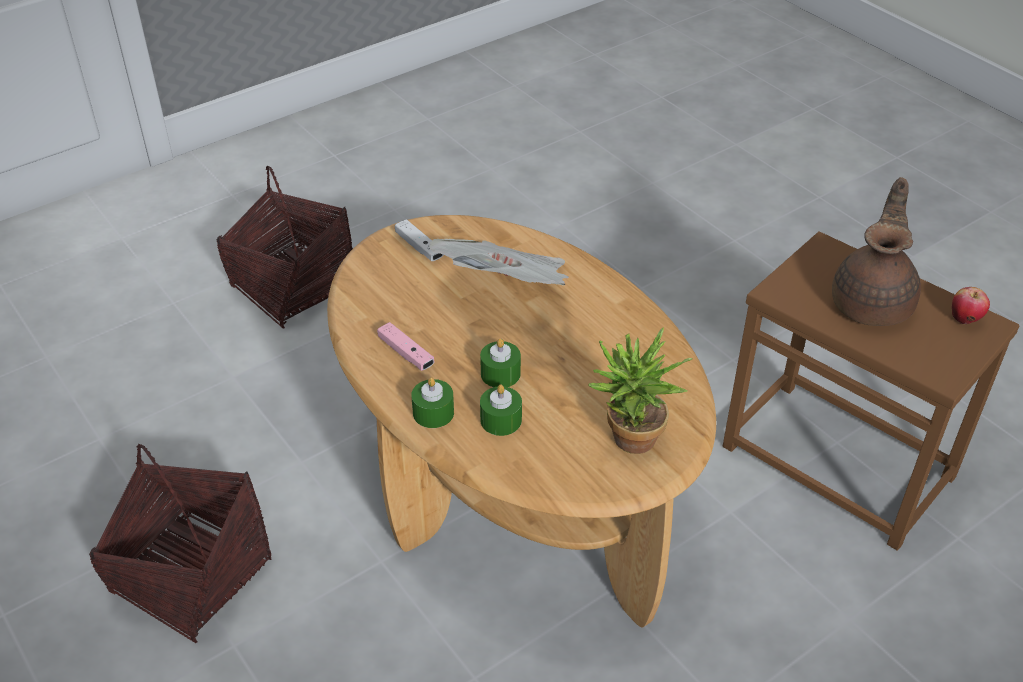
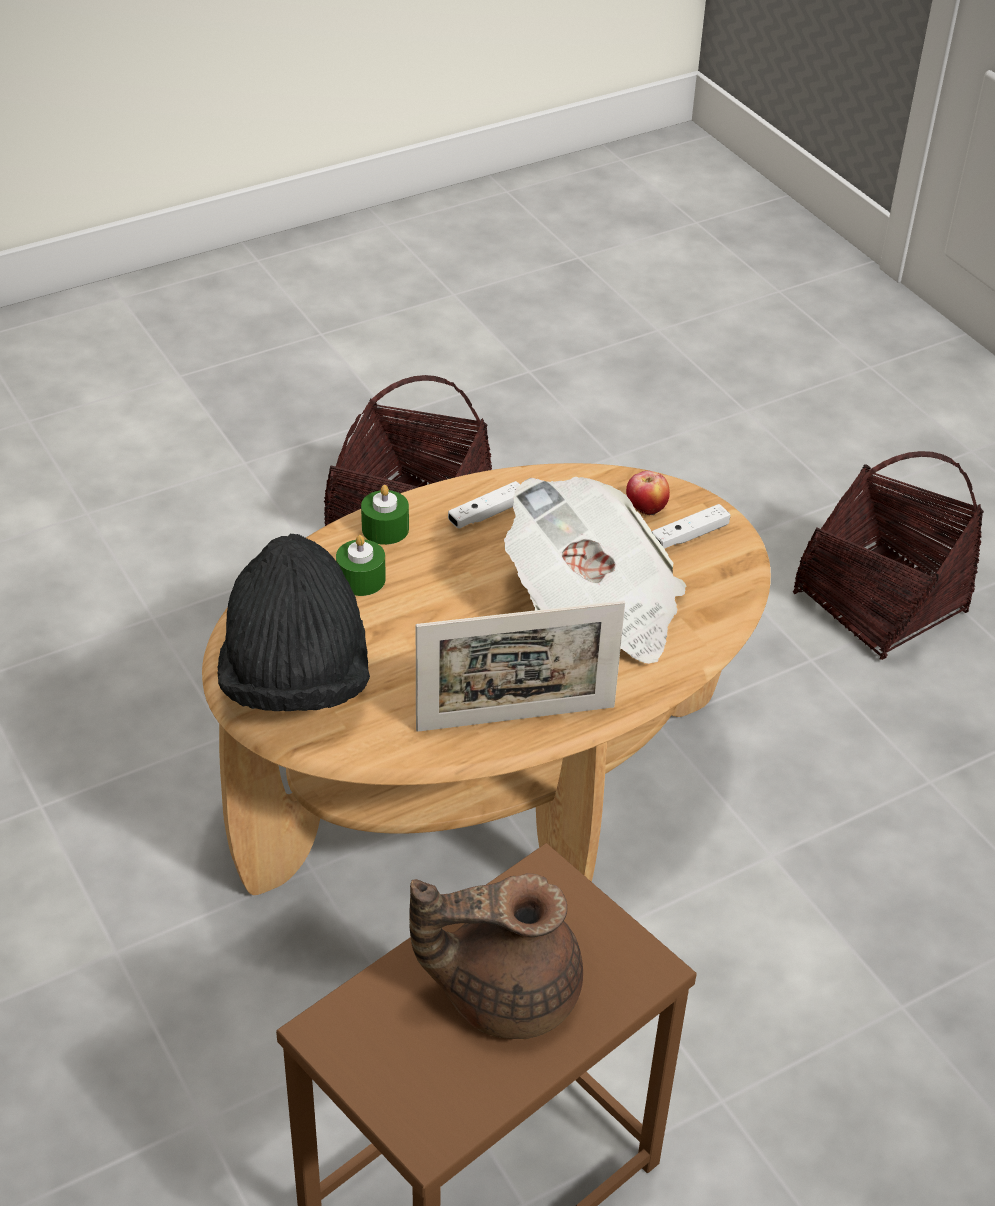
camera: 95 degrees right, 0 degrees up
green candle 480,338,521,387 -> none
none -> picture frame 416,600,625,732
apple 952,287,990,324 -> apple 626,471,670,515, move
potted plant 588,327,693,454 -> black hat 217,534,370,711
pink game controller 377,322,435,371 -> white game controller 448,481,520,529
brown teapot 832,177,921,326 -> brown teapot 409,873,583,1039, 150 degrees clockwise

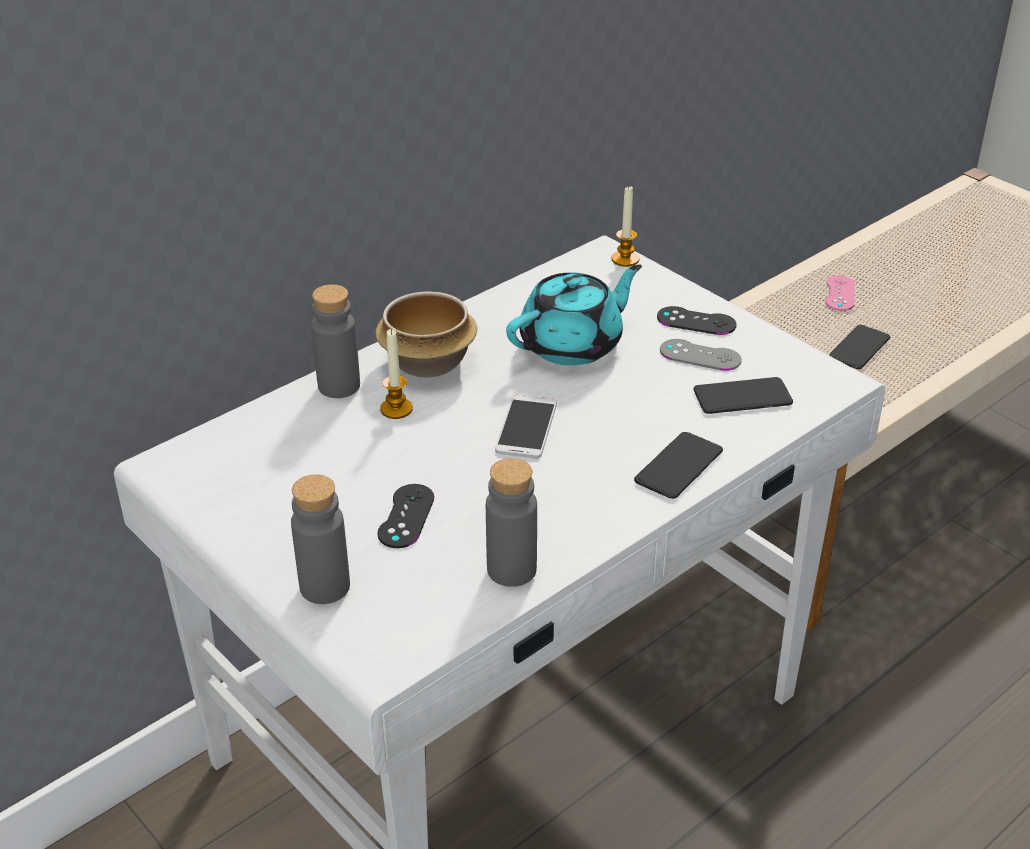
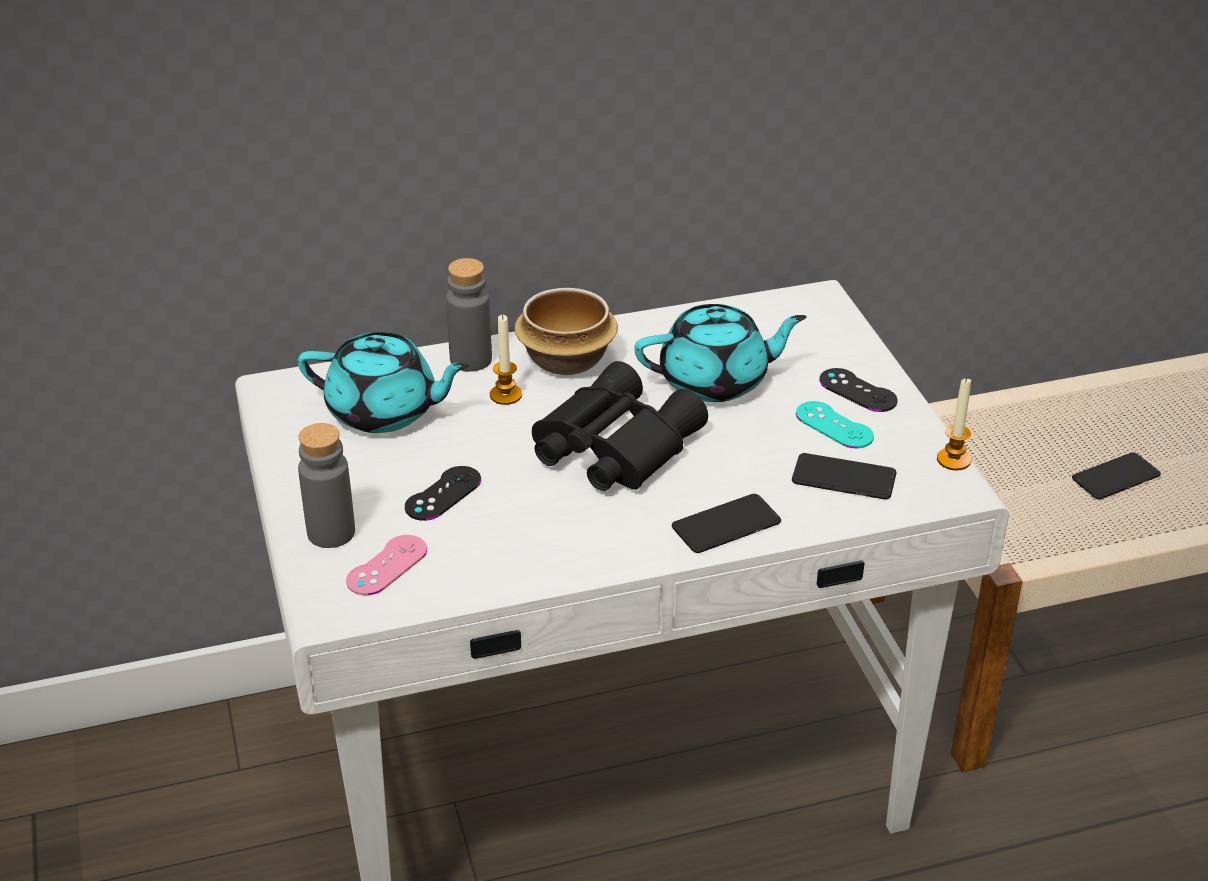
camera: 25 degrees right, 0 degrees up
grey bottle 486,458,537,587 -> none
none -> turquoise teapot 298,332,469,433
candle 611,186,640,267 -> candle 937,378,971,471, move
pink game controller 825,275,855,311 -> pink game controller 346,535,427,595, move
phone 495,395,557,458 -> black binoculars 532,361,708,491
grey game controller 660,339,742,371 -> turquoise game controller 796,401,874,449

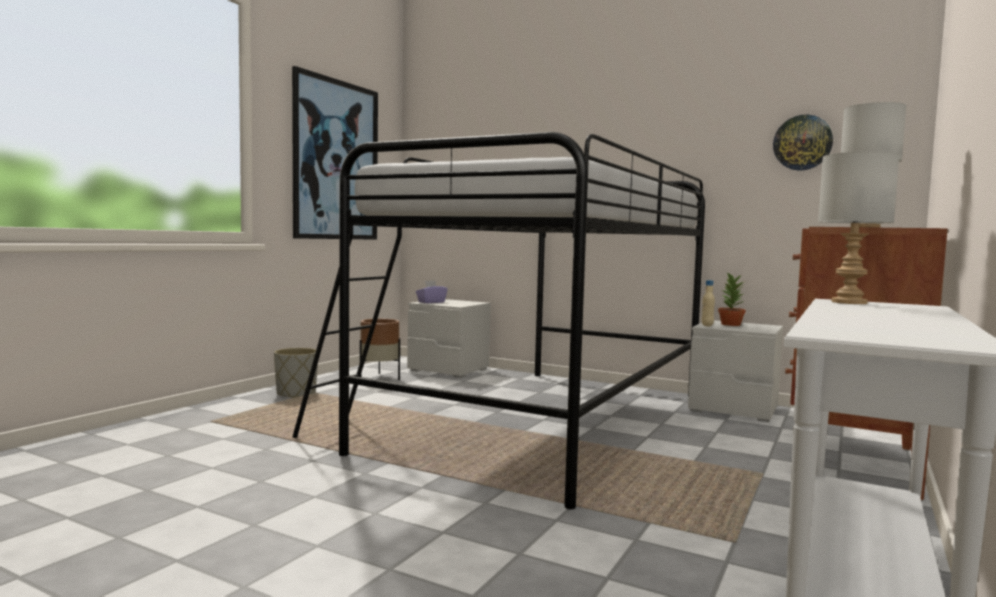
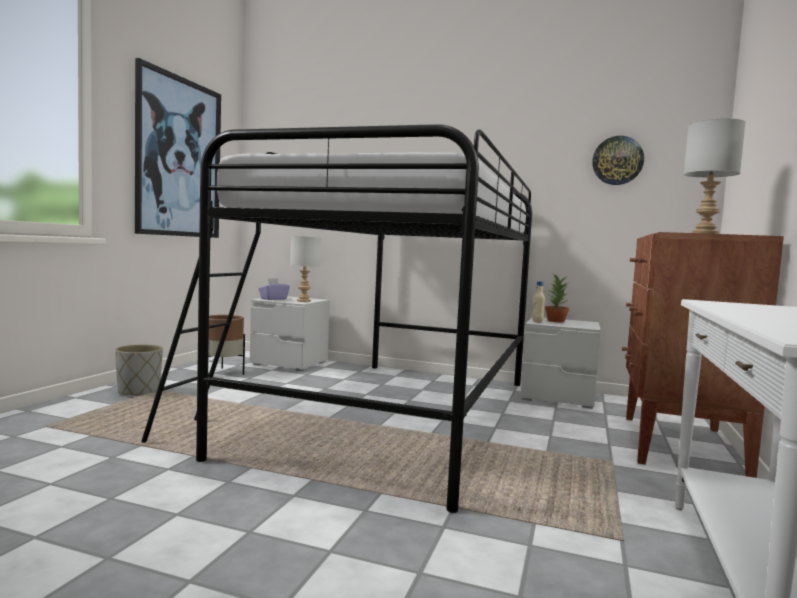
camera: 10 degrees left, 0 degrees up
grey table lamp 818,151,900,304 -> grey table lamp 290,236,321,302, move

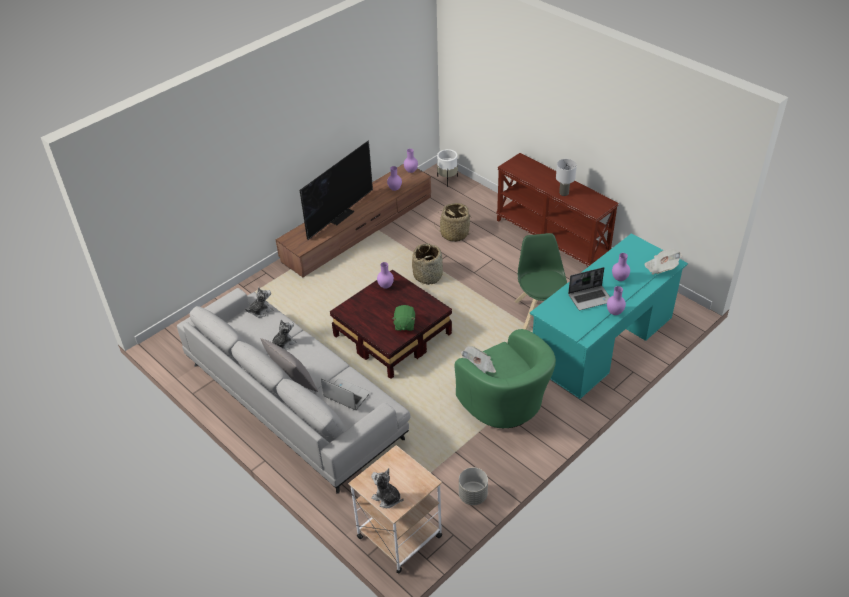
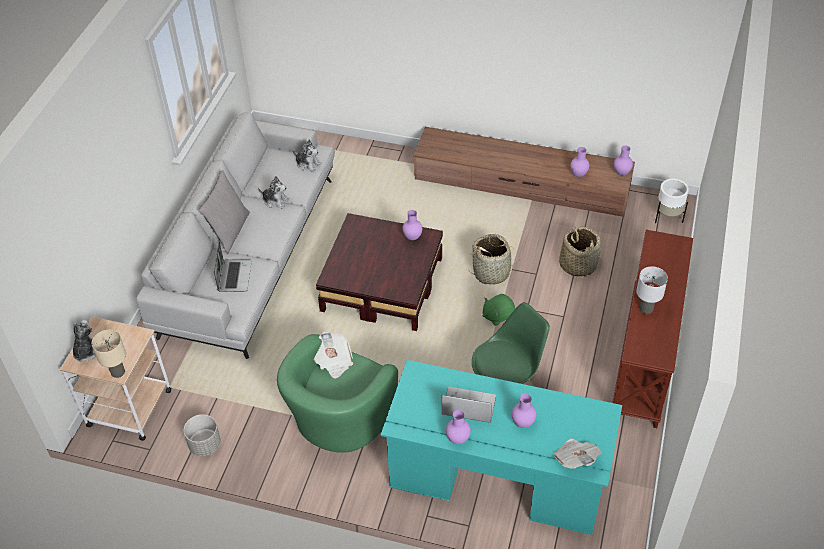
camera: 60 degrees right, 5 degrees up
television 300,140,373,240 -> none
none -> beige table lamp 92,330,126,378
green plush toy 392,305,415,331 -> green plush toy 482,294,515,326, move
laptop 568,267,610,310 -> laptop 442,387,496,423, 150 degrees clockwise

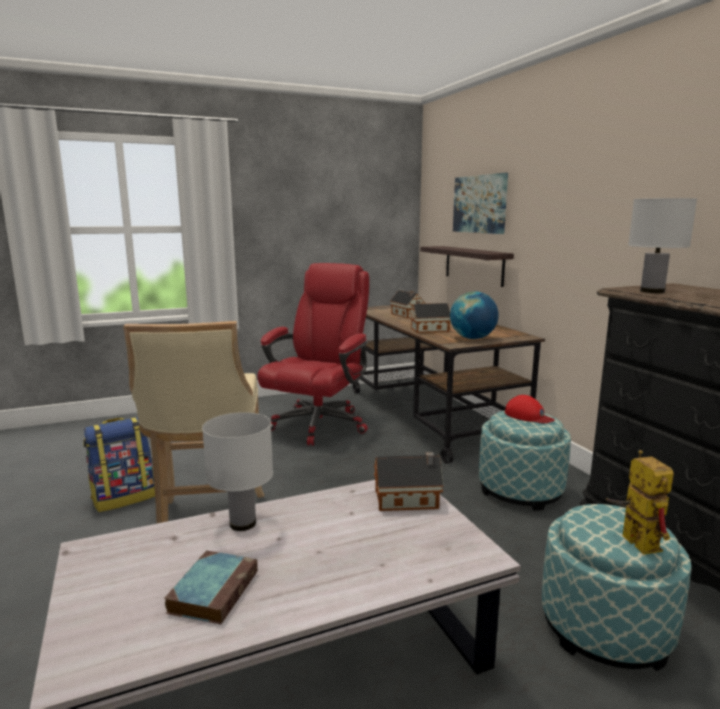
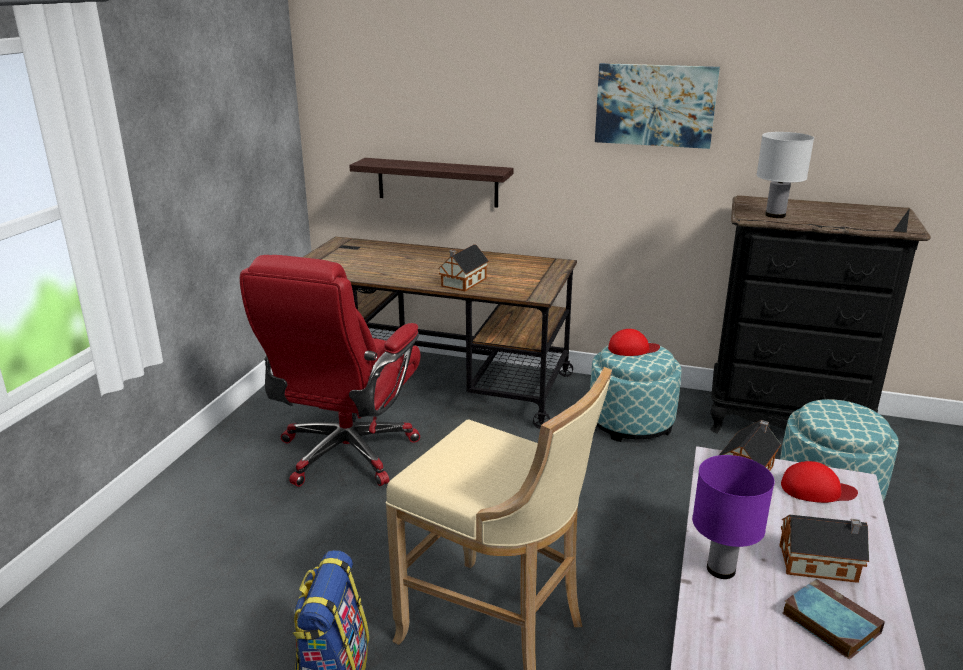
camera: 50 degrees left, 10 degrees up
globe 450,291,499,339 -> none
toy robot 606,450,674,555 -> none
none -> red cap 781,461,858,503
toy house 390,290,426,319 -> toy house 779,515,869,583, move
picture 453,173,508,234 -> picture 595,63,720,149, move
white table lamp 202,412,273,531 -> purple table lamp 692,455,775,579
red office chair 257,263,369,445 -> red office chair 240,255,420,487, 135 degrees counterclockwise

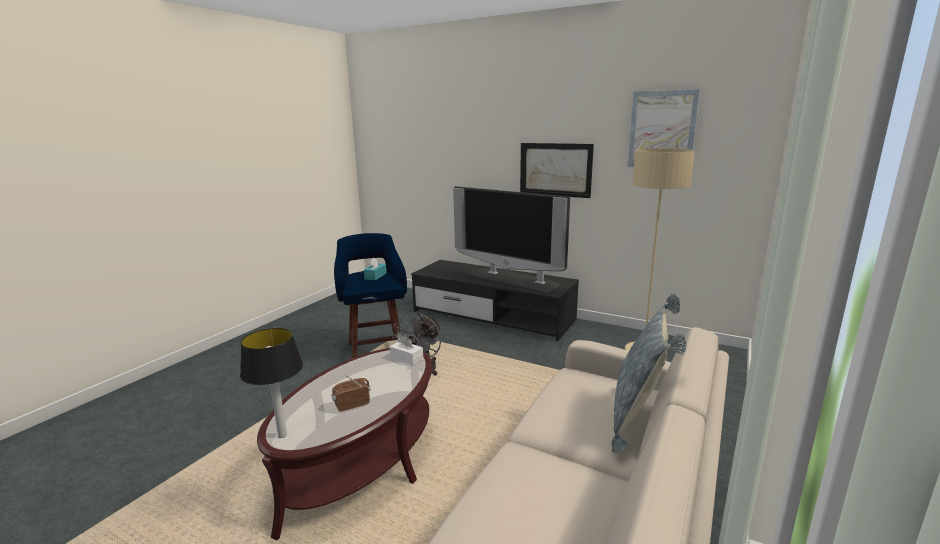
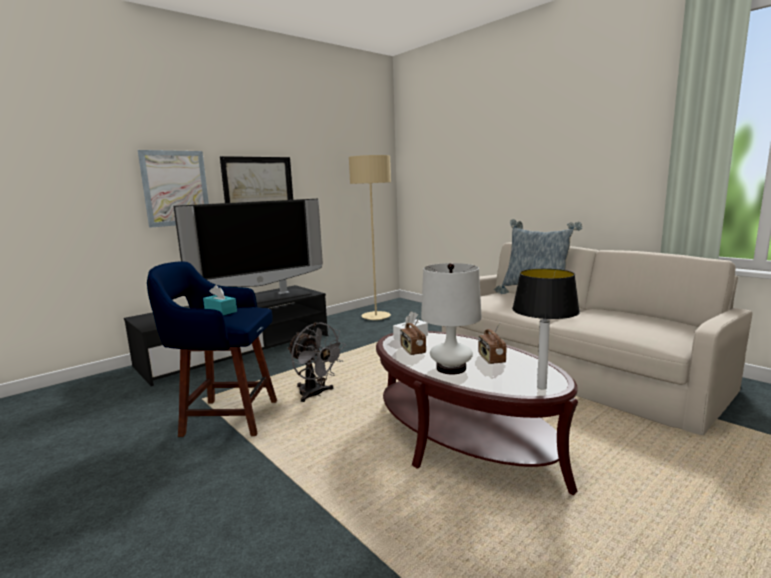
camera: 70 degrees left, 5 degrees down
none -> radio 400,316,426,355
none -> white table lamp 421,263,482,374
picture 627,89,700,167 -> picture 138,150,209,228, move

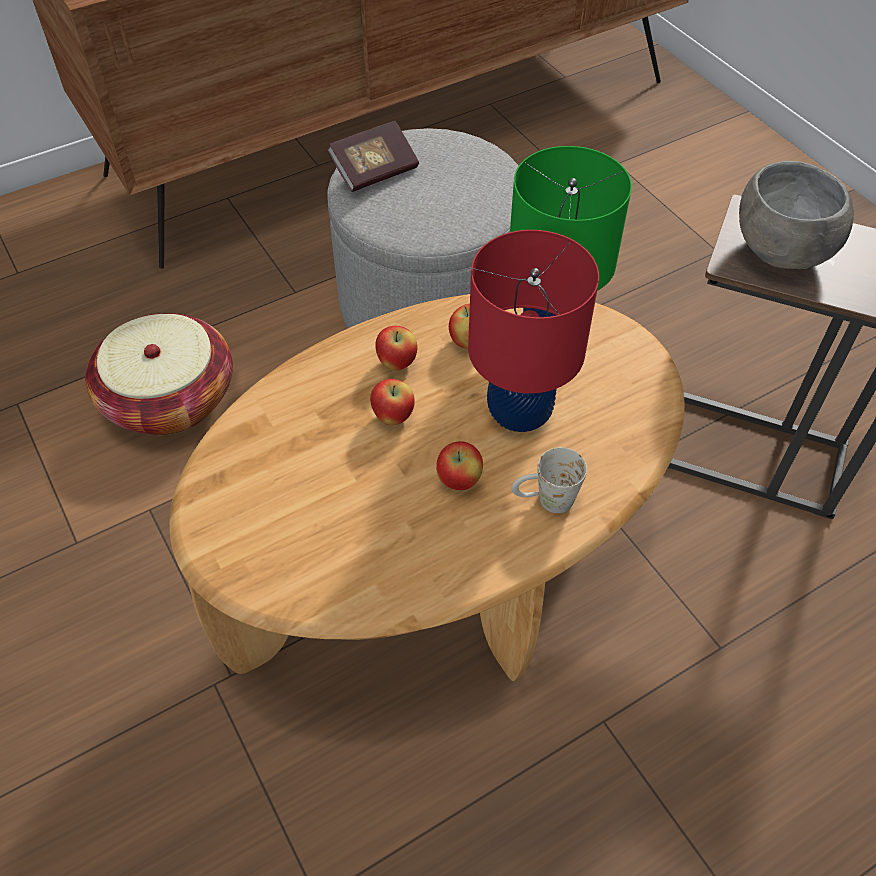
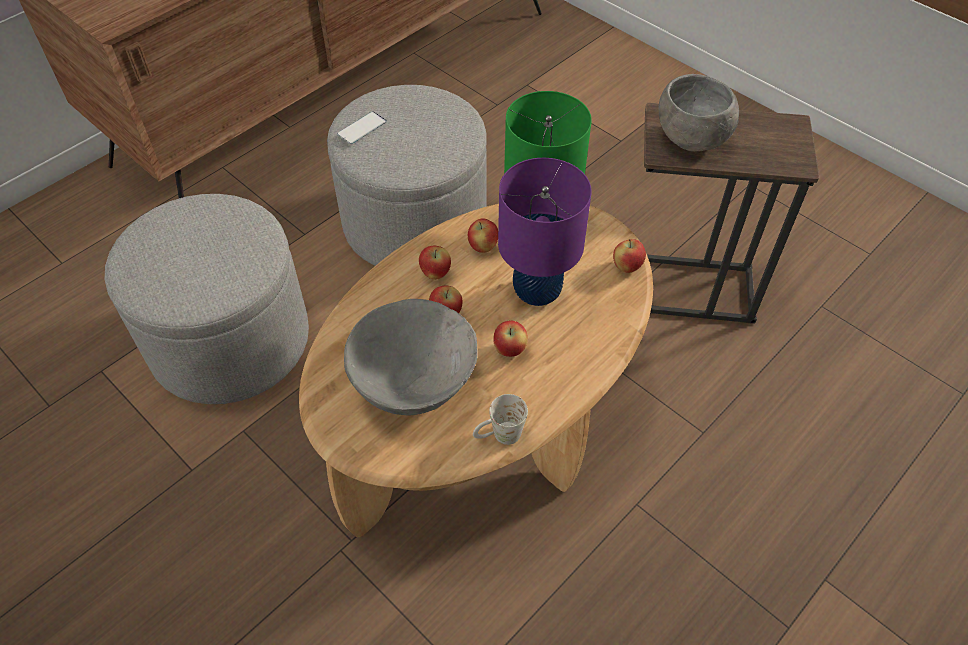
camera: 15 degrees left, 0 degrees up
none -> grey bowl 344,299,478,415
none -> apple 613,239,646,273
white mug 511,447,587,513 -> white mug 473,394,528,445, move
basket 85,313,233,435 -> grey ottoman 104,194,309,404
book 327,121,419,192 -> phone 337,111,387,144
red table lamp 468,230,599,432 -> purple table lamp 498,158,592,306

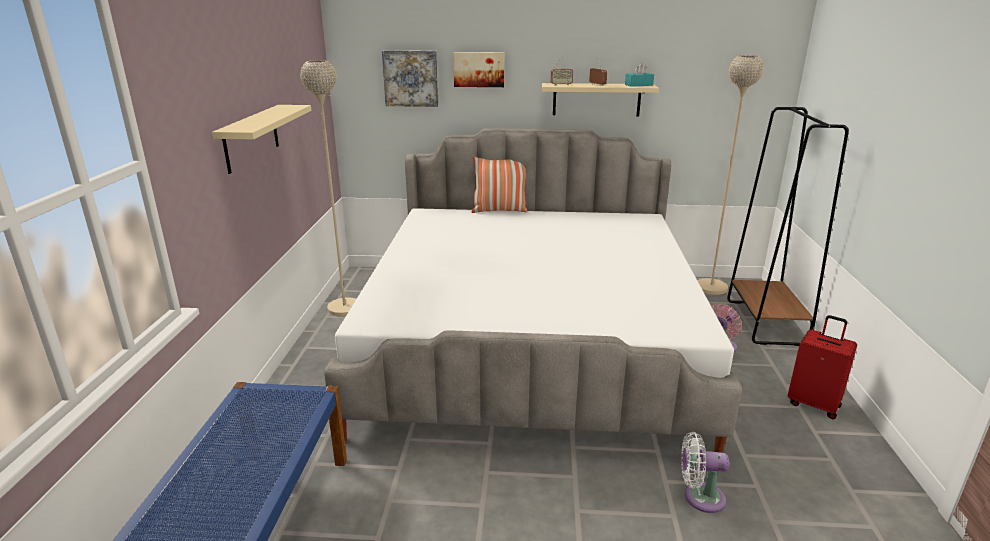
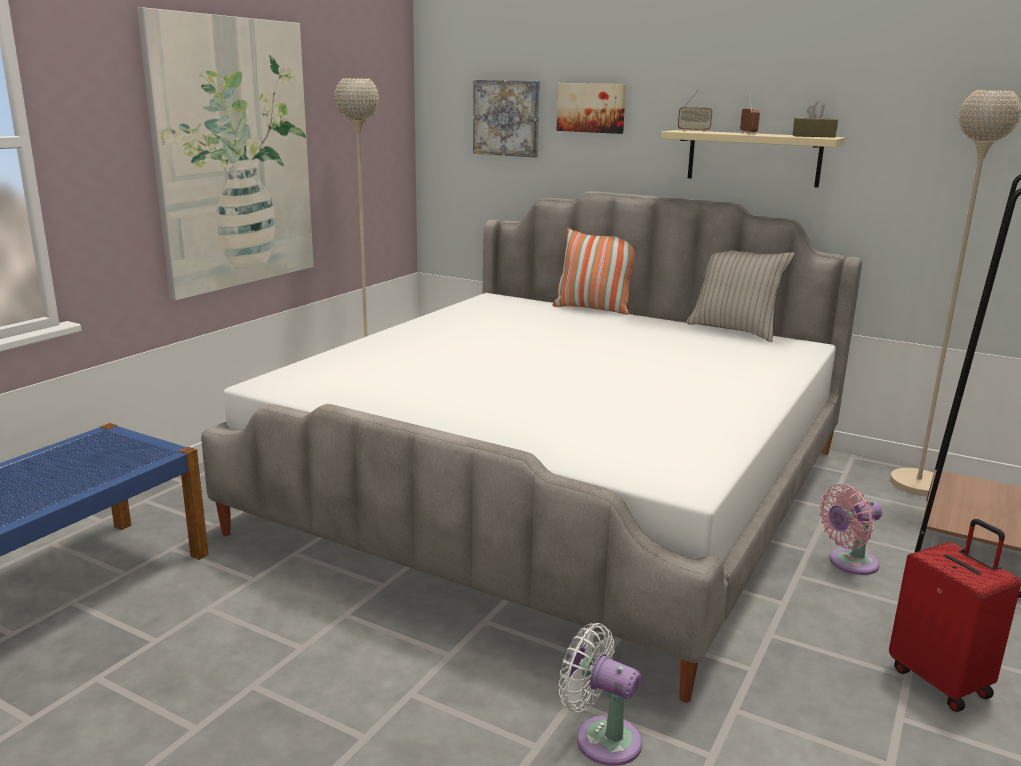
camera: 25 degrees right, 5 degrees down
none -> beige pillow 686,250,795,342
beige shelf 212,105,311,174 -> picture 137,7,314,301
turquoise tissue box 625,63,654,87 -> brown tissue box 793,101,838,138

